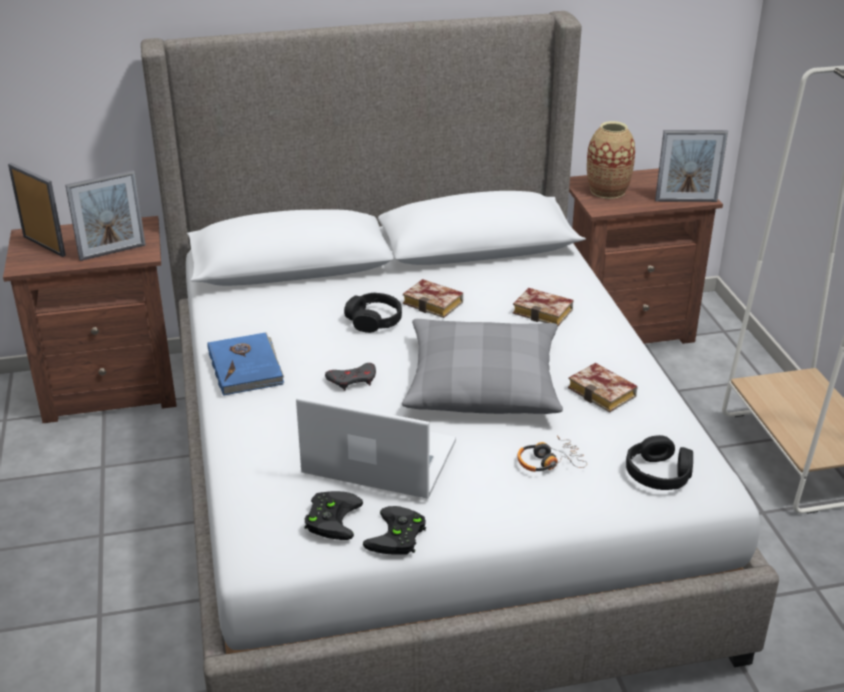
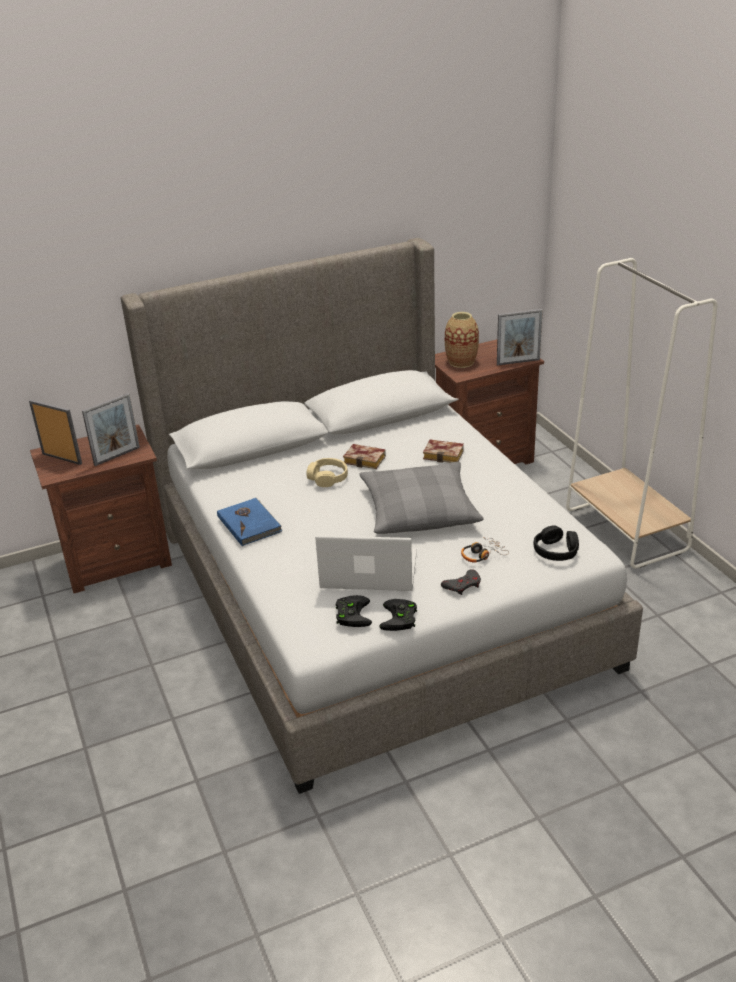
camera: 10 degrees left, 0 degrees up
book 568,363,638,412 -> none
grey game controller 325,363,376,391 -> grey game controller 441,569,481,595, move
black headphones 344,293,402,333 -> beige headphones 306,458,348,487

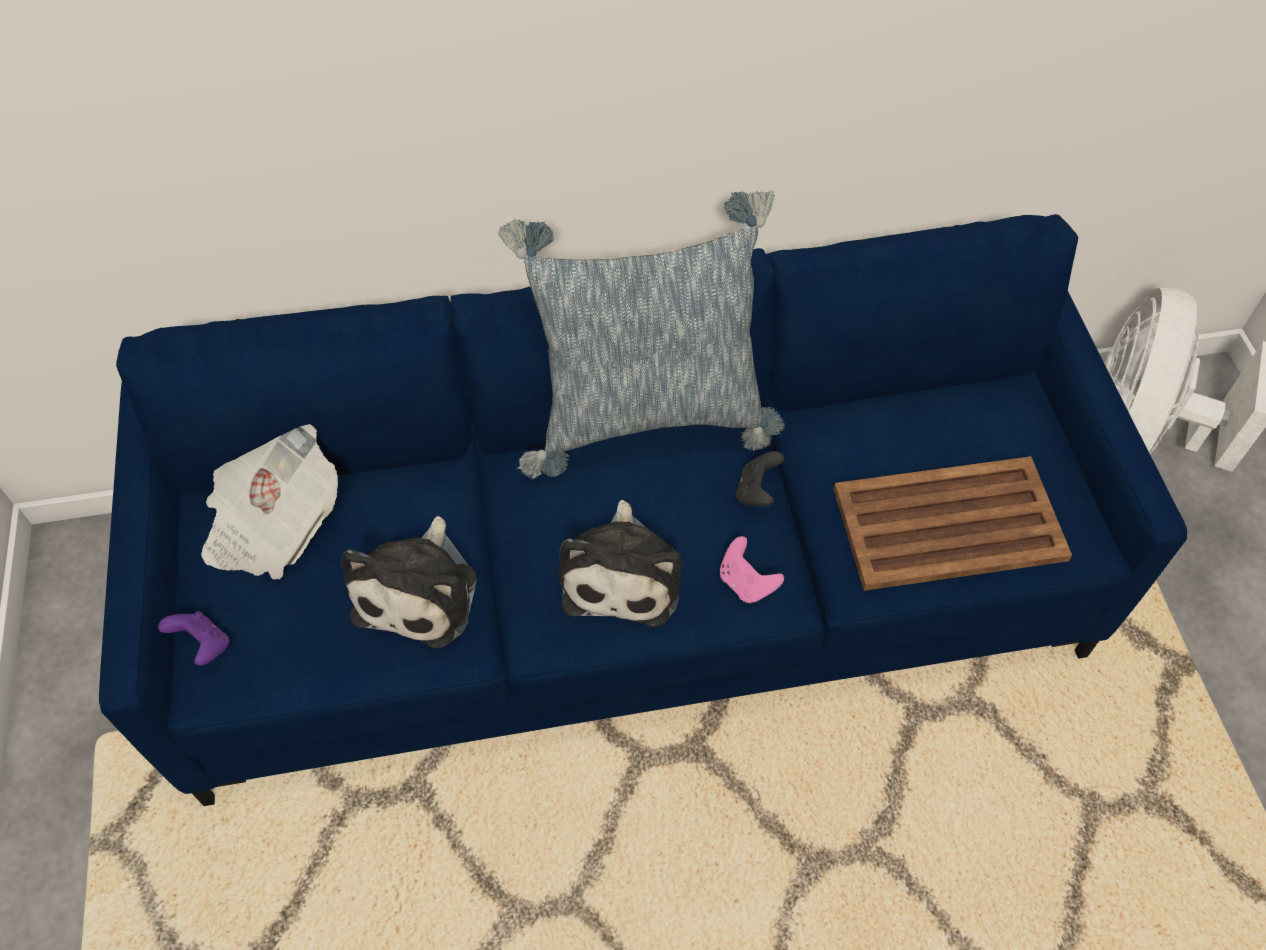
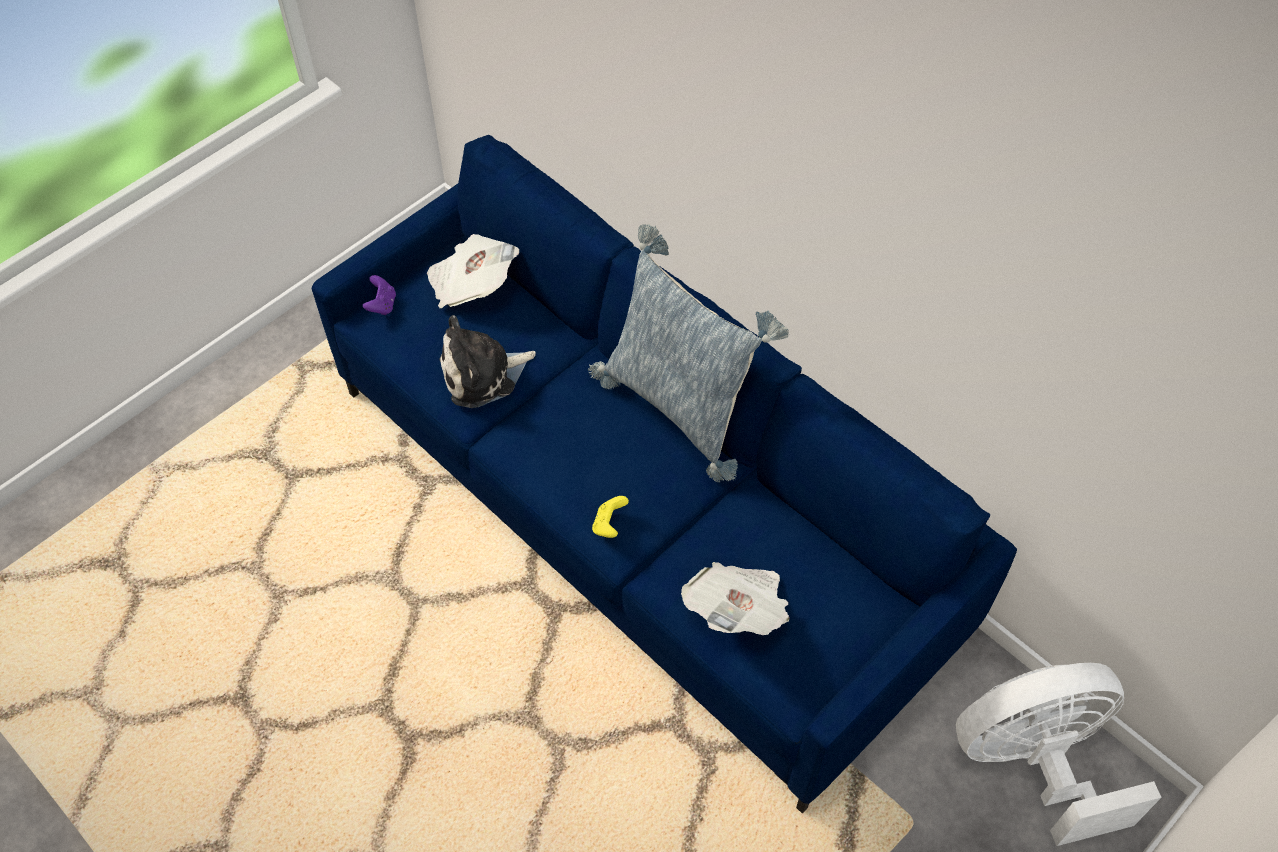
camera: 55 degrees right, 0 degrees up
plush toy 559,500,682,627 -> none
black game controller 736,451,784,507 -> none
brown tray 833,456,1072,591 -> newspaper 681,562,789,635
pink game controller 720,536,784,603 -> yellow game controller 592,496,629,538

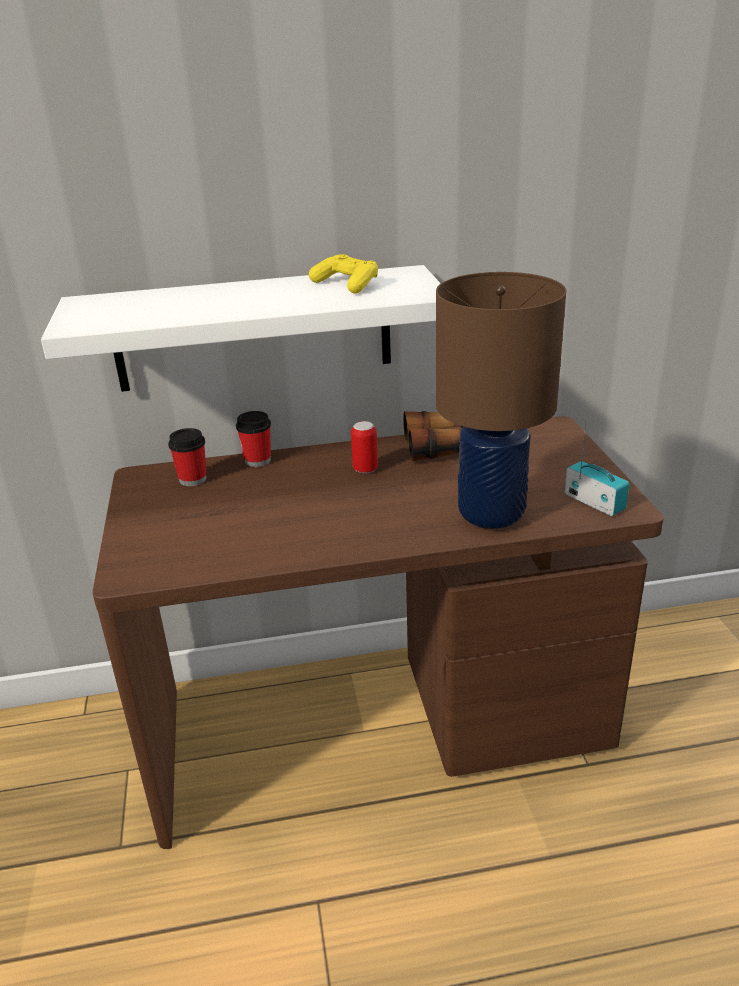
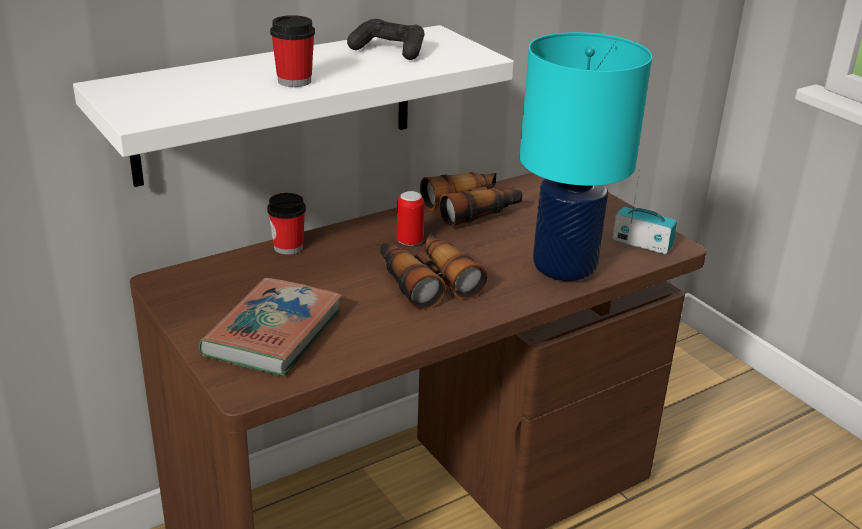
camera: 25 degrees left, 0 degrees up
none -> book 198,278,342,376
none -> binoculars 380,233,487,310
cup 168,428,207,486 -> cup 270,15,315,87, move
yellow game controller 309,254,378,294 -> black game controller 347,19,424,60
brown table lamp 436,272,566,529 -> turquoise table lamp 520,32,652,281

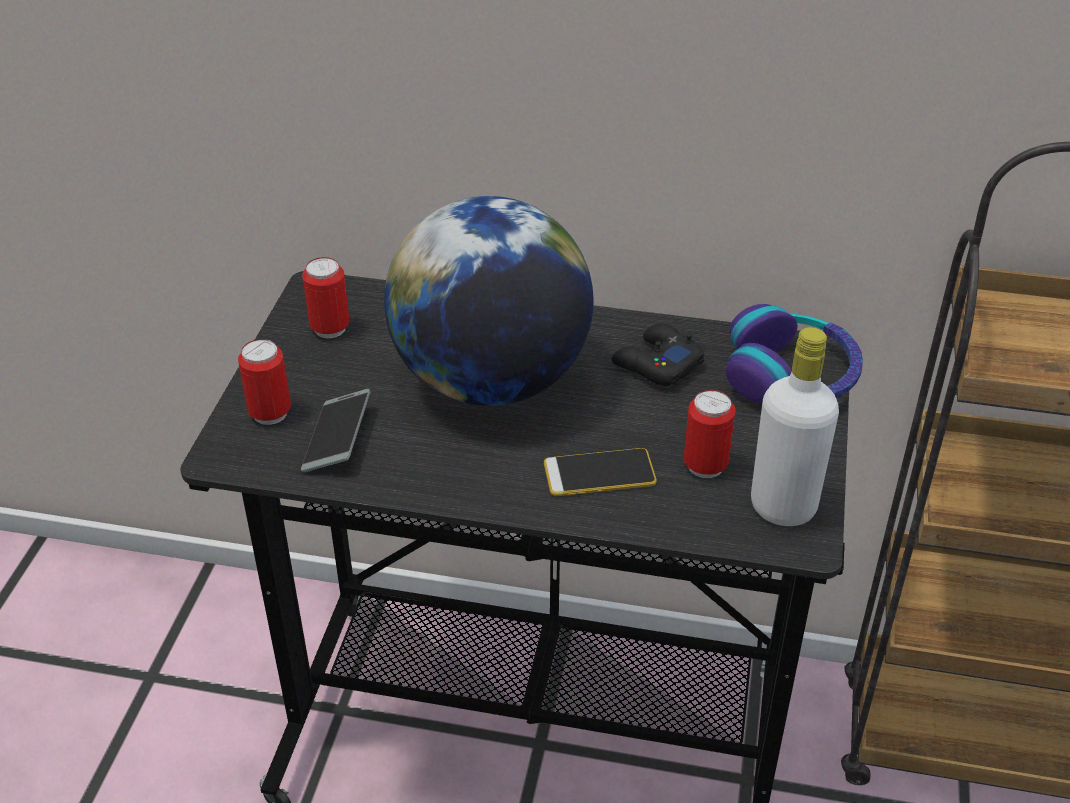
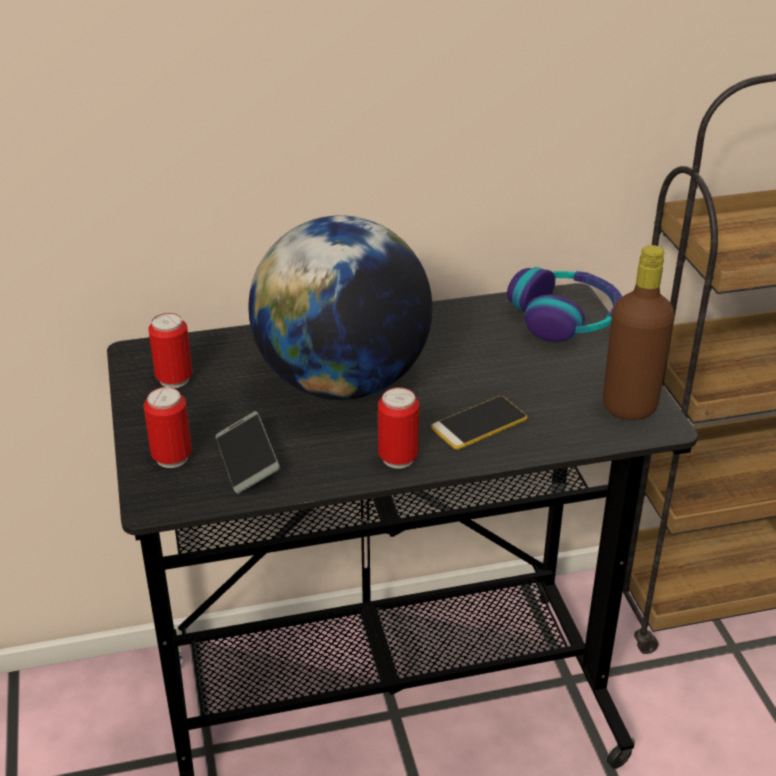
camera: 25 degrees left, 5 degrees down
black game controller 612,324,705,386 -> none
can 684,390,735,478 -> can 378,387,419,468, move
white bottle 751,327,839,526 -> brown bottle 603,245,675,420

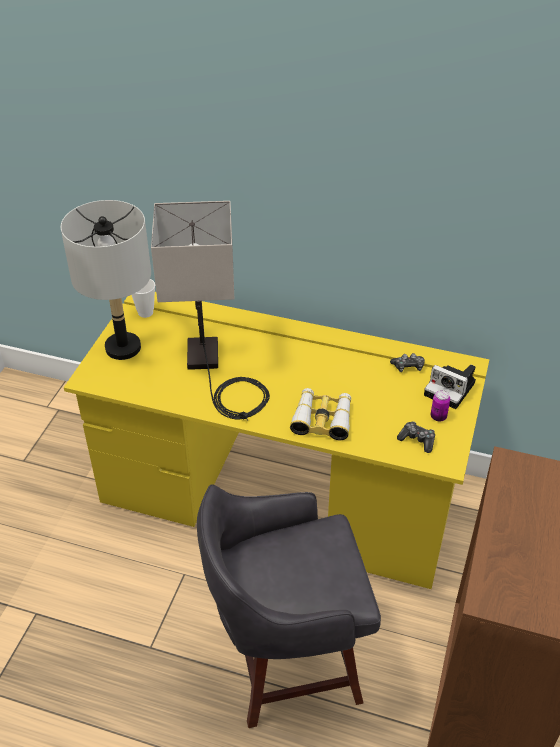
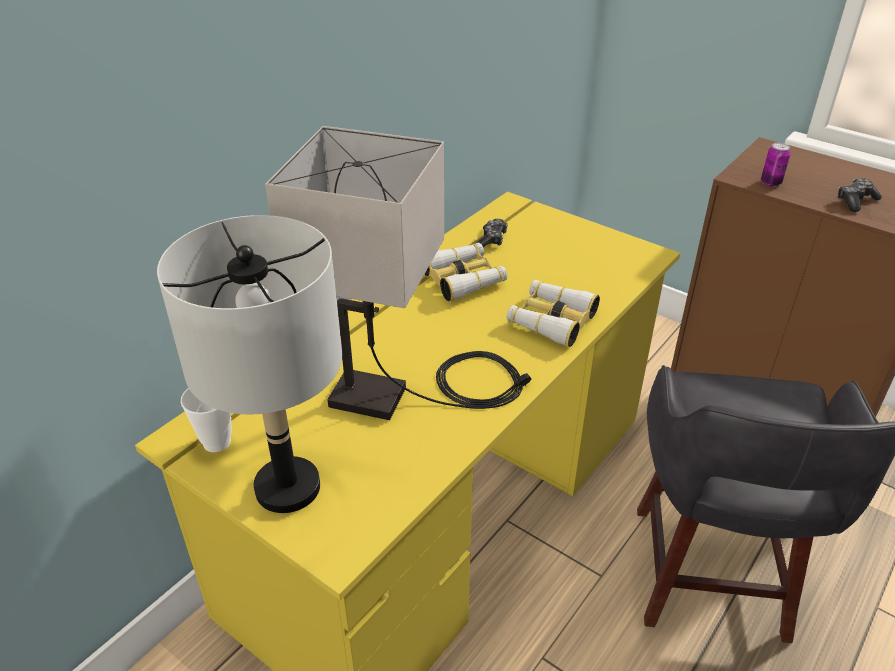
camera: 70 degrees left, 5 degrees down
photo camera 424,364,476,409 -> none
none -> binoculars 425,243,507,302
game controller 397,421,435,453 -> game controller 837,178,882,212, move
can 431,390,450,421 -> can 761,143,791,187, move

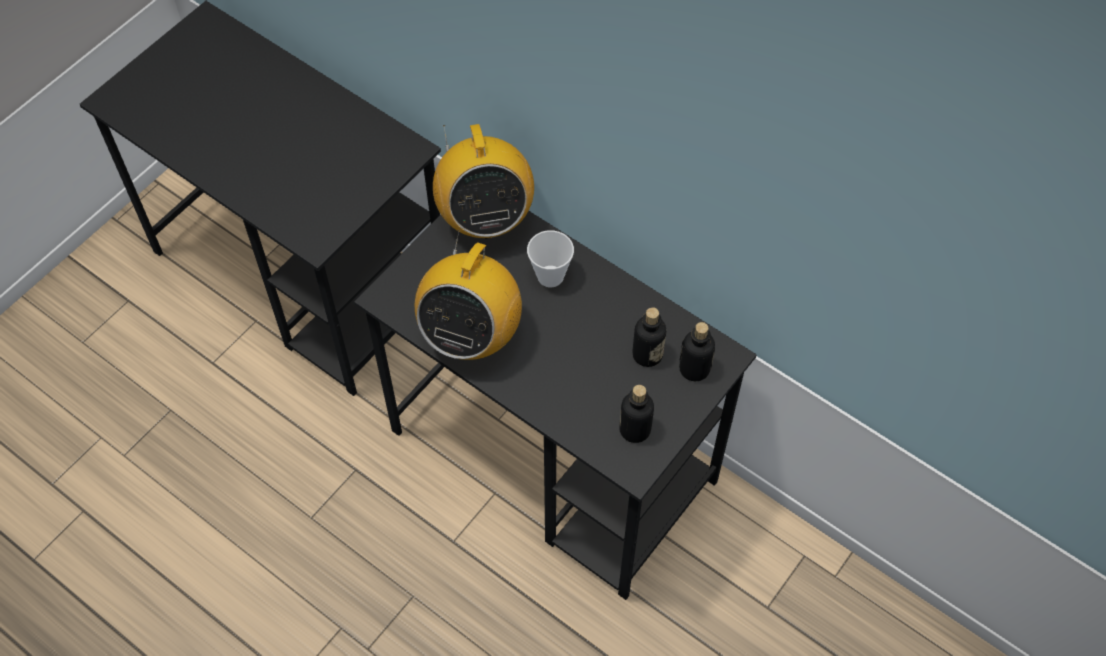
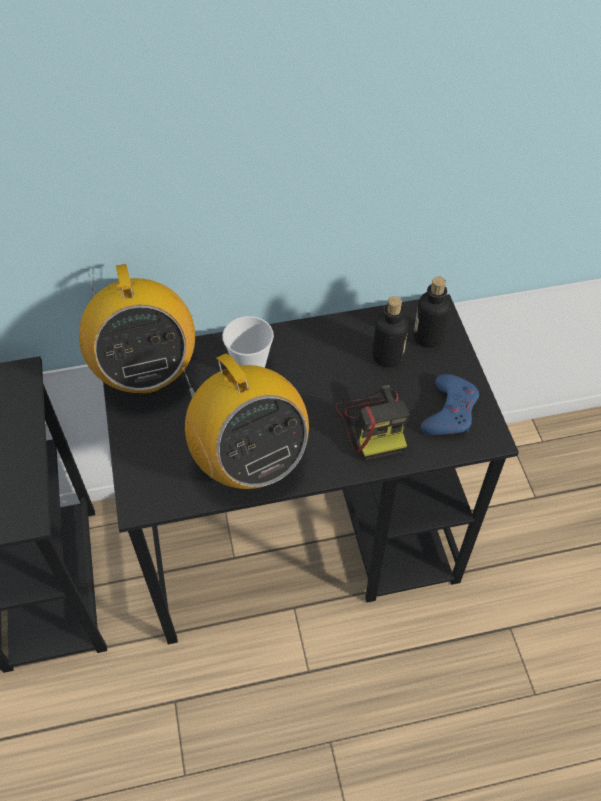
camera: 50 degrees left, 5 degrees down
none -> photo camera 336,385,410,461
bottle 619,385,654,443 -> blue game controller 421,374,479,435
radio 433,124,534,239 -> radio 79,264,195,395, 45 degrees clockwise

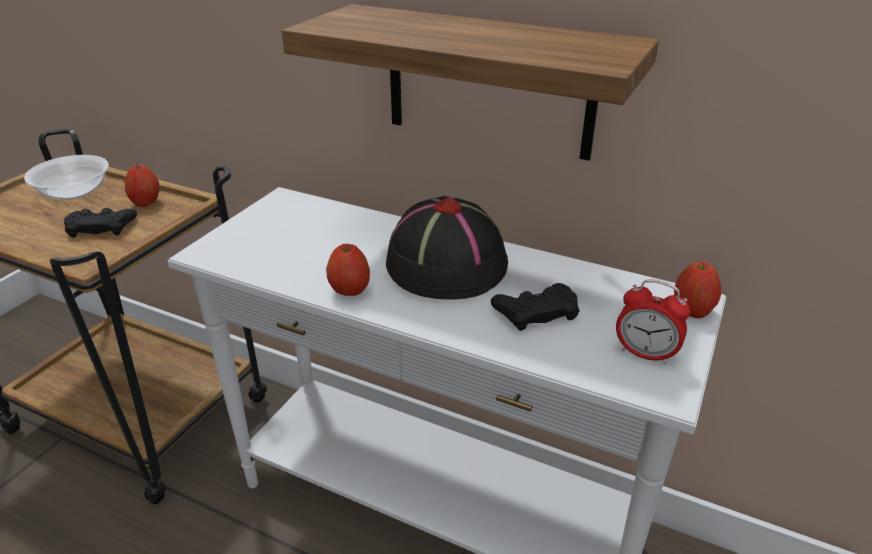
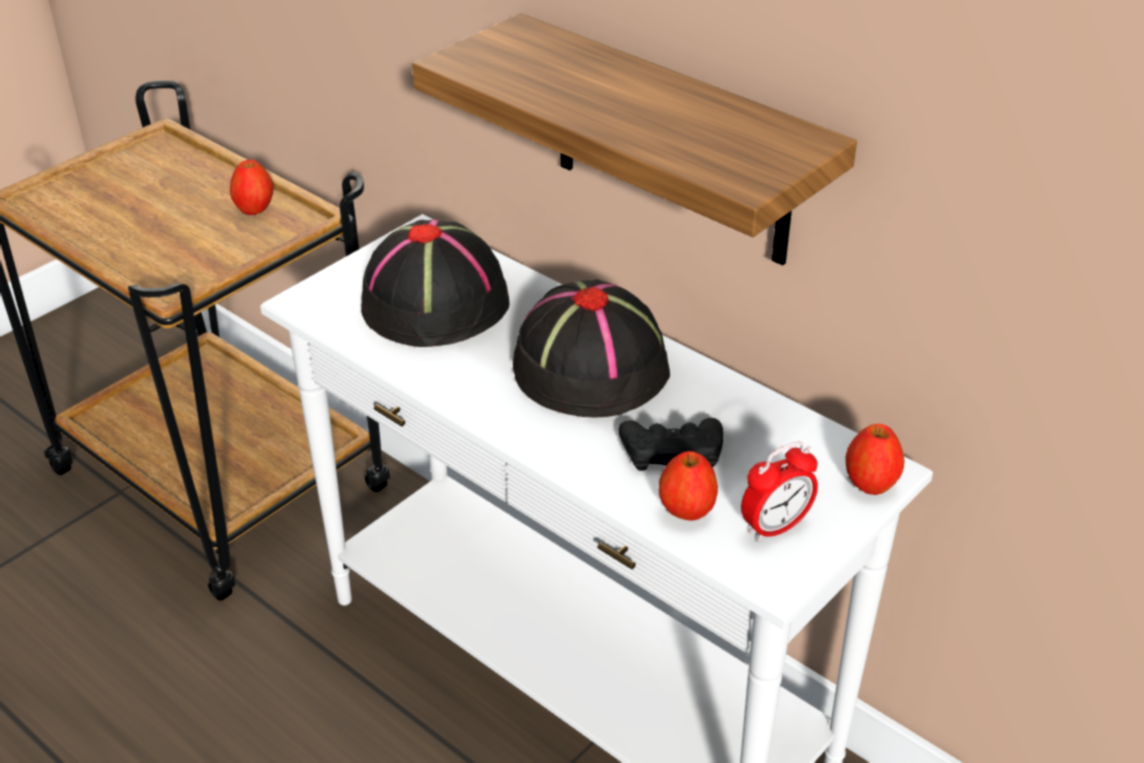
camera: 15 degrees right, 5 degrees up
bowl 24,155,109,200 -> none
black game controller 64,208,137,237 -> none
none -> black hat 361,220,510,347
apple 326,244,370,296 -> apple 659,451,718,521, move
alarm clock 616,279,690,364 -> alarm clock 741,442,818,542, 75 degrees counterclockwise

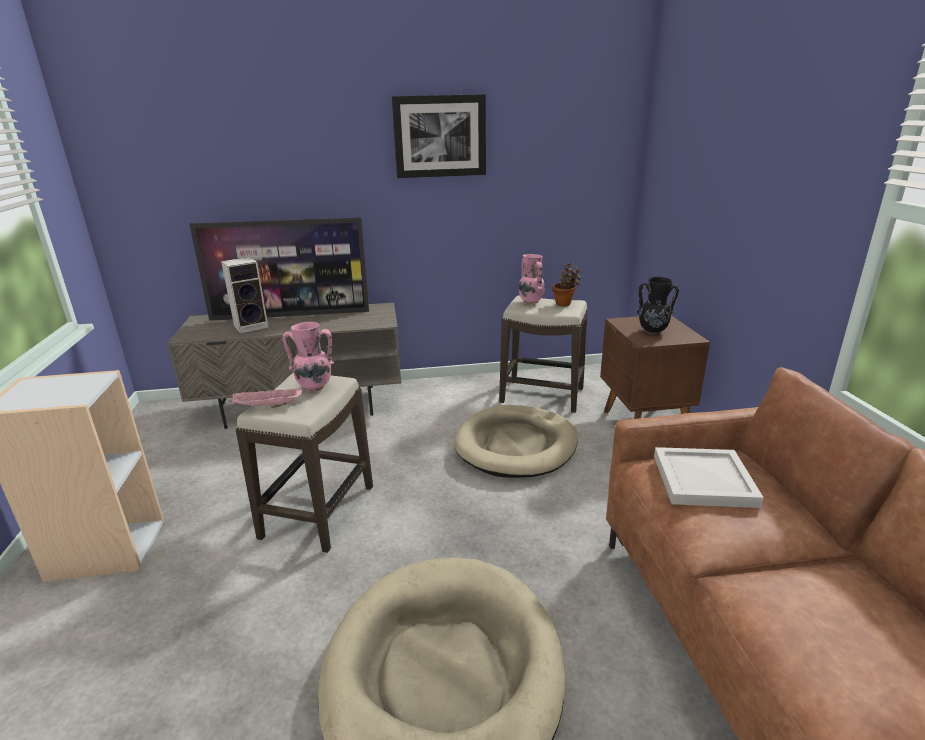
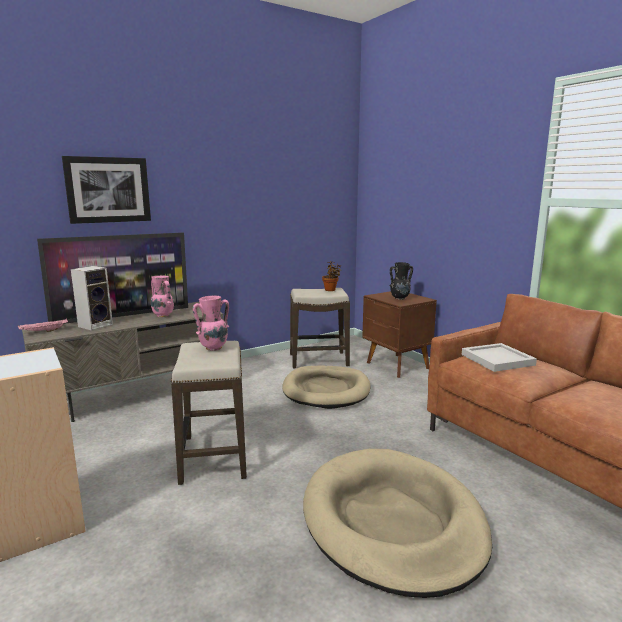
camera: 25 degrees left, 10 degrees down
pink tray 232,387,302,408 -> pink tray 18,318,68,332, move
picture 392,94,486,178 -> picture 62,156,151,224, move
pink vase 519,254,545,304 -> pink vase 151,275,174,317, move

